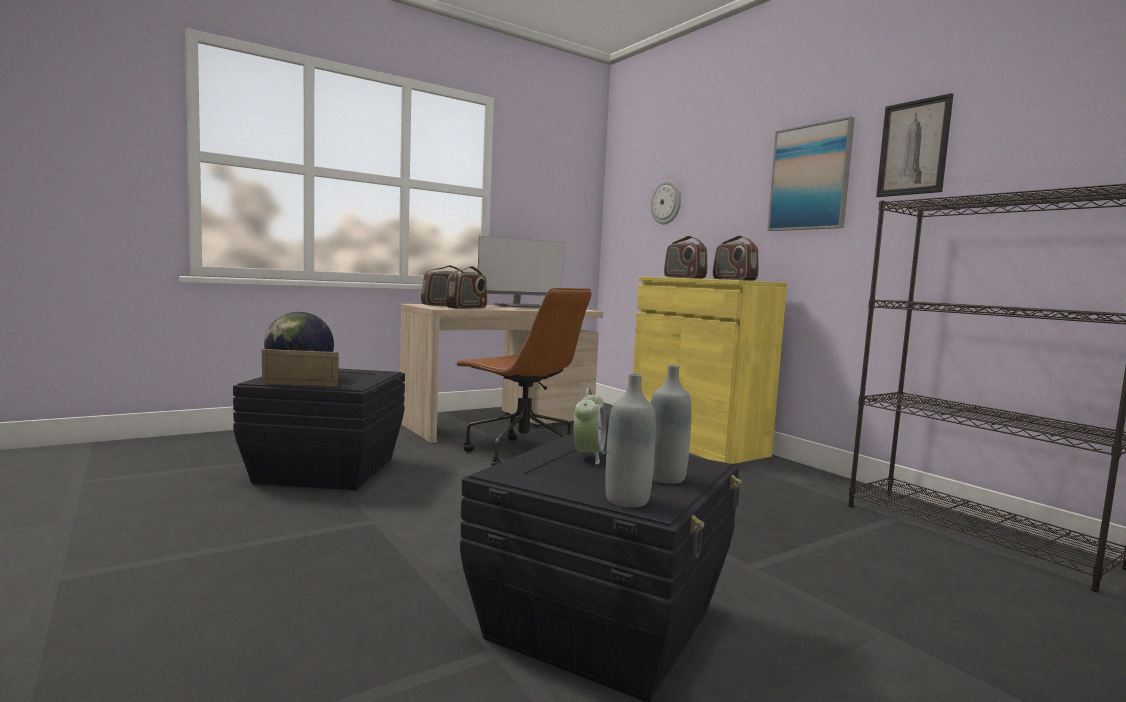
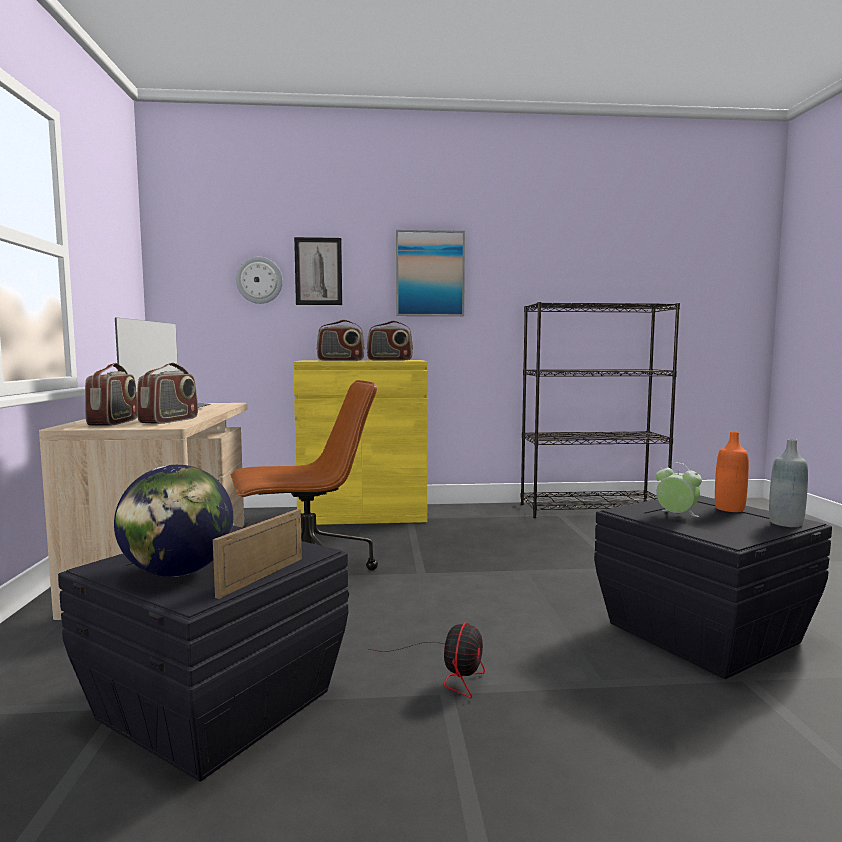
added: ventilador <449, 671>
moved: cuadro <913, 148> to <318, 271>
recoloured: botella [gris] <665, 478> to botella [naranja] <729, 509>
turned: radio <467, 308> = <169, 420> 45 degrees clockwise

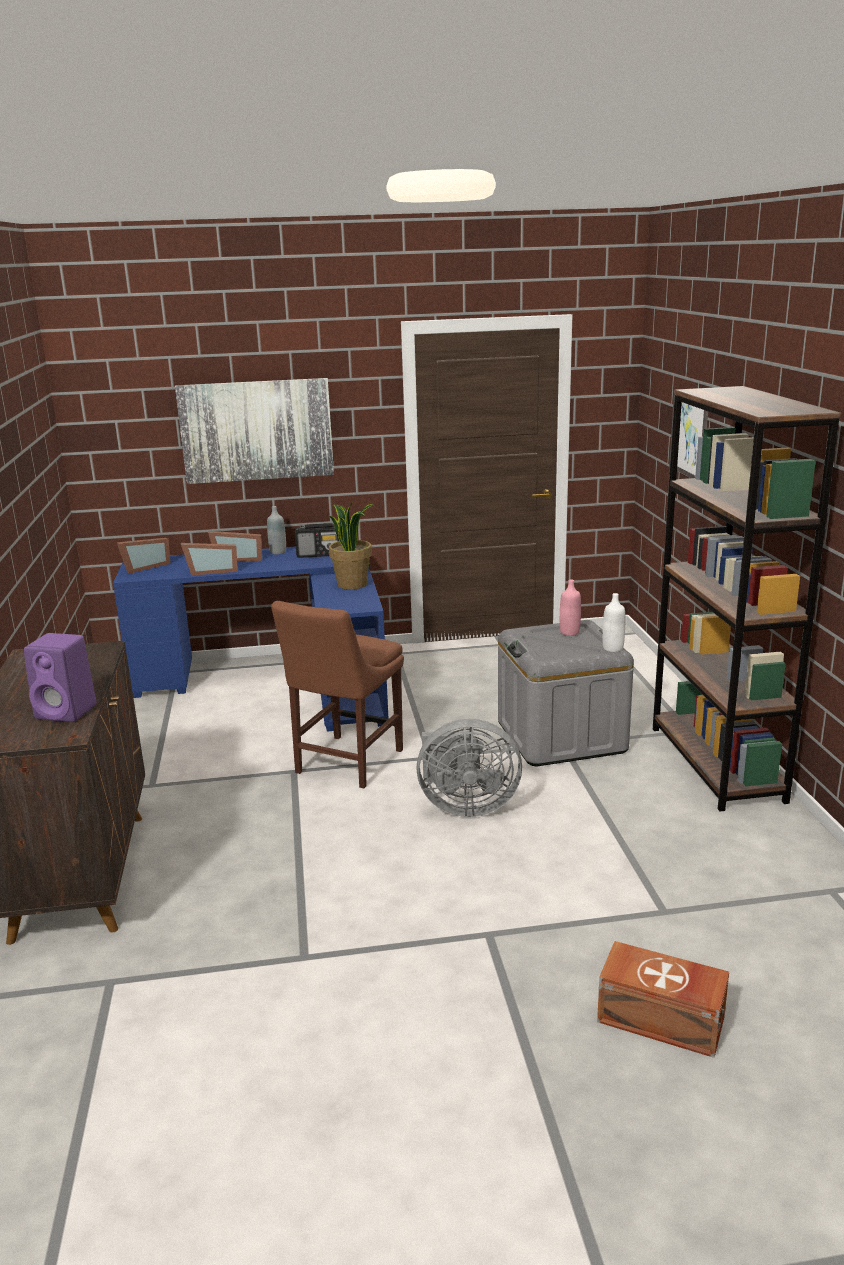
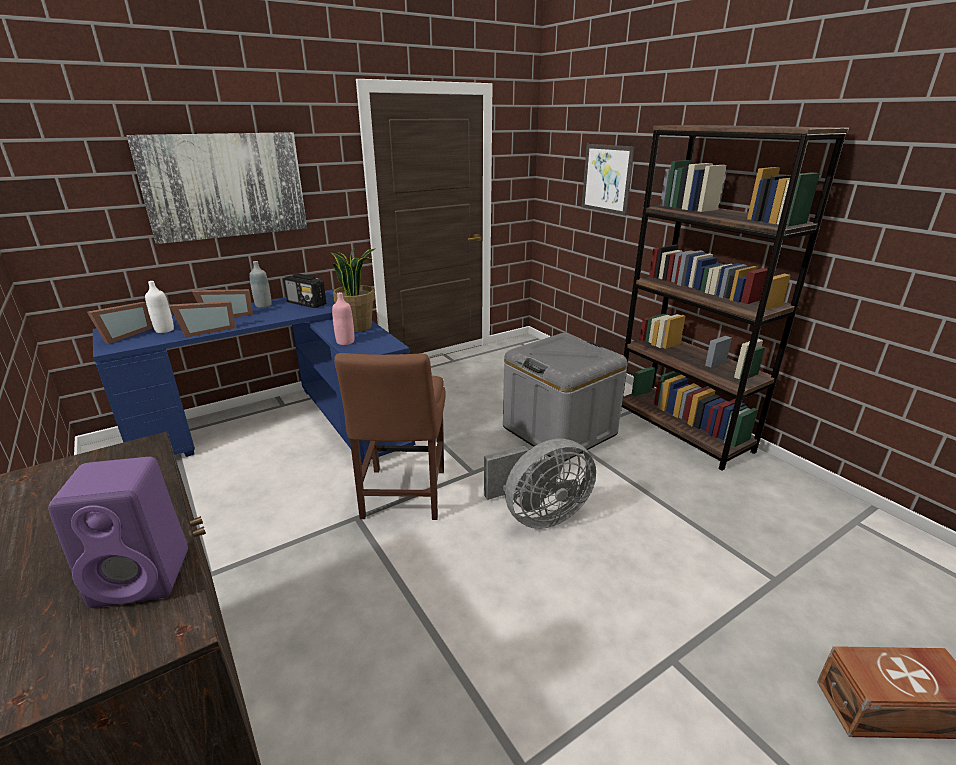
moved: botella [blanco] <612, 648> to <164, 330>; botella [rosa] <569, 632> to <345, 342>
turned: radio <319, 555> = <307, 303> 60 degrees clockwise

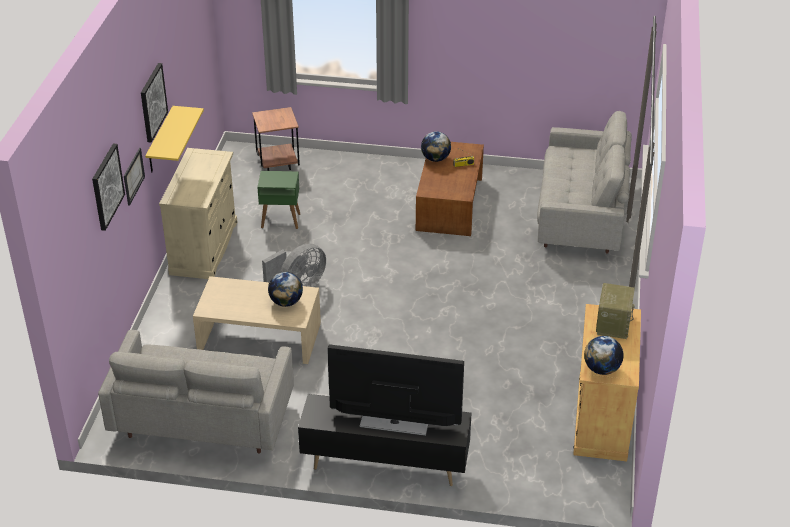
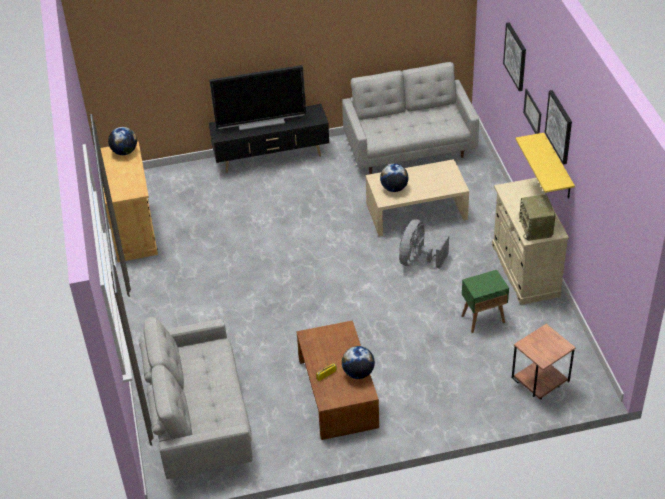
moved: radio <613, 324> to <536, 229>

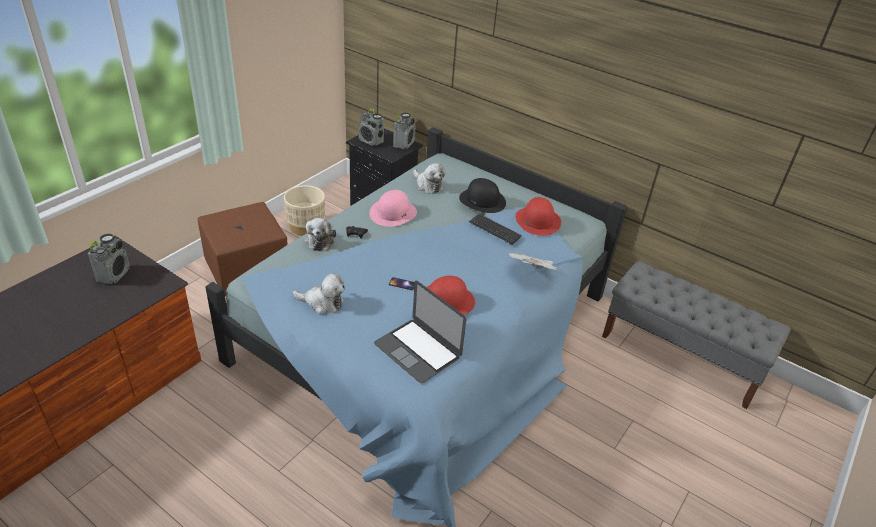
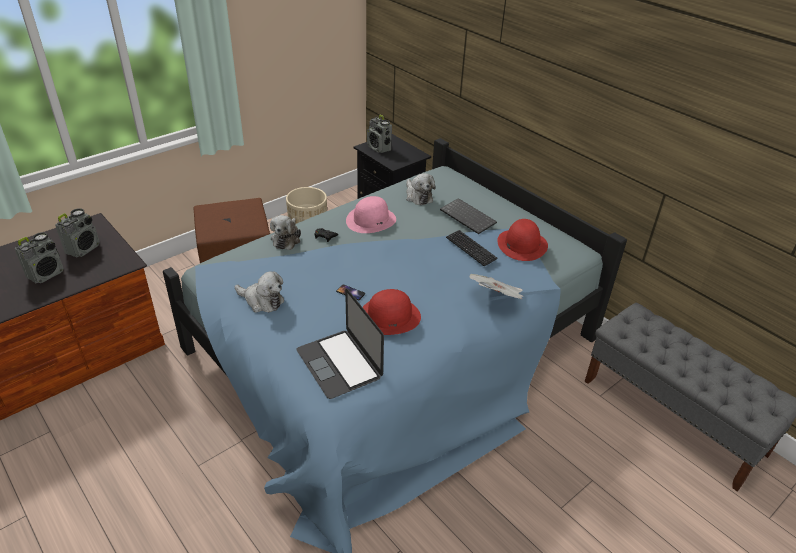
moved: radio <404, 144> to <46, 274>
replaced: sombrero [negro] <482, 200> to teclado <469, 217>

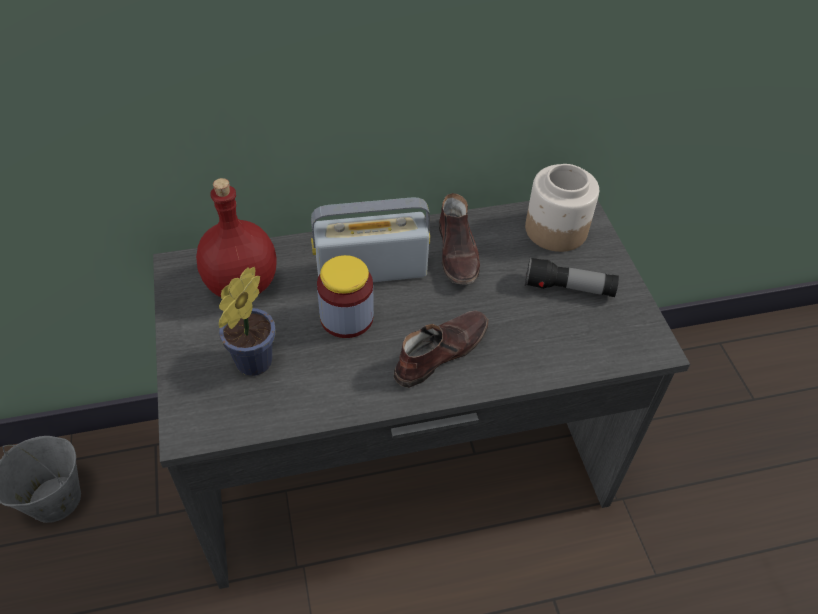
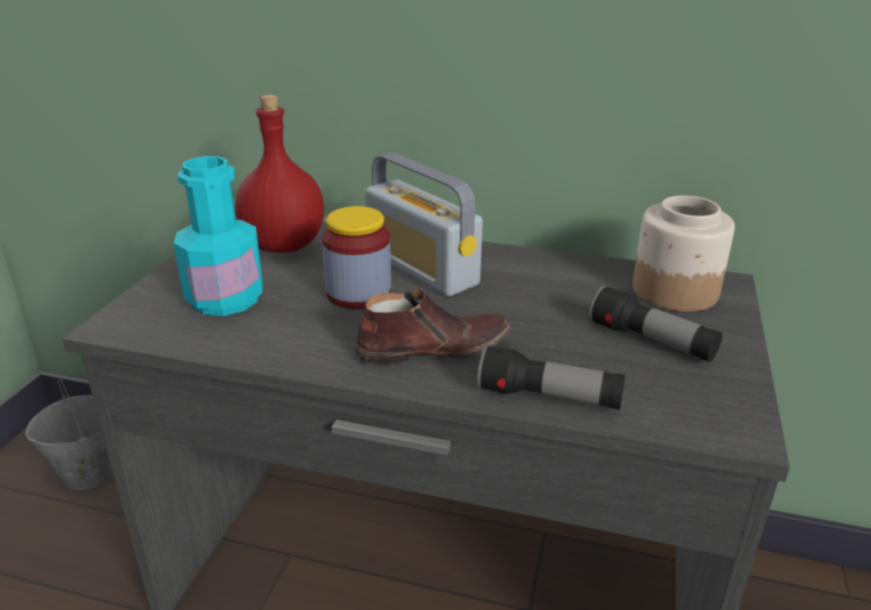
removed: zapato [marrón] <458, 253>
added: linterna <549, 398>
replaced: planta en maceta <250, 365> to botella [turquesa] <225, 299>
turned: radio <371, 270> = <421, 268> 150 degrees counterclockwise

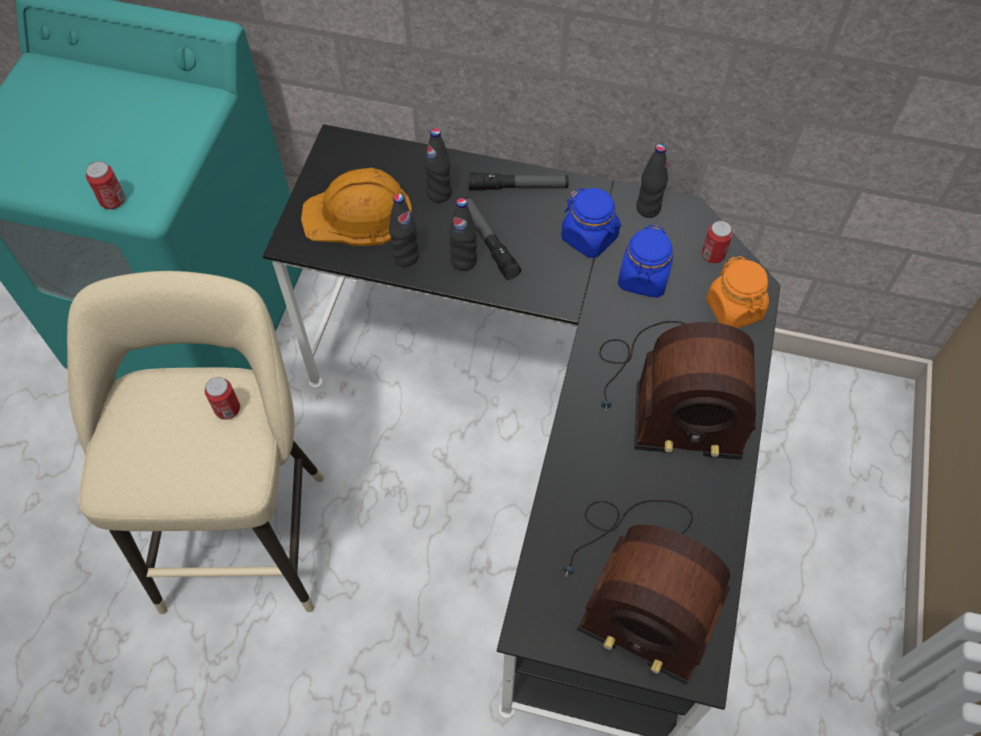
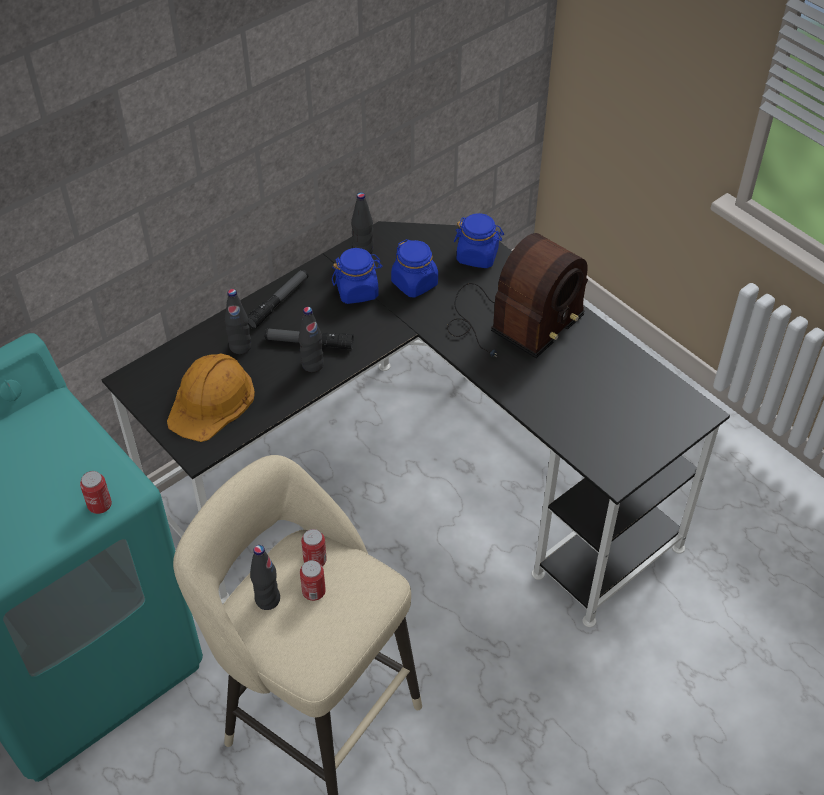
removed: radio <639, 585>
moved: botella [negro] <406, 257> to <267, 599>; lata <712, 255> to <314, 592>
recoloured: tarro [naranja] <734, 309> to tarro [azul] <477, 256>

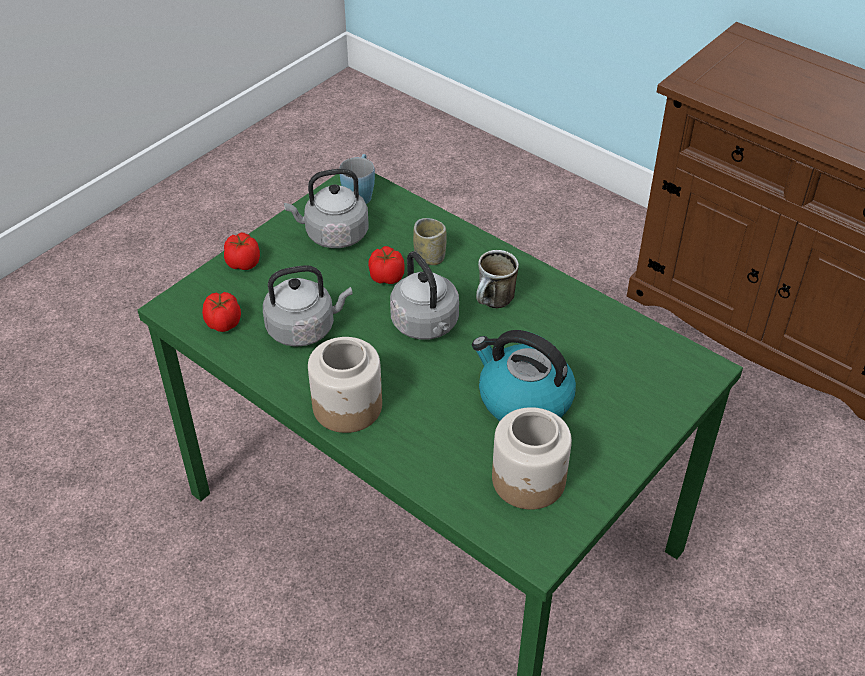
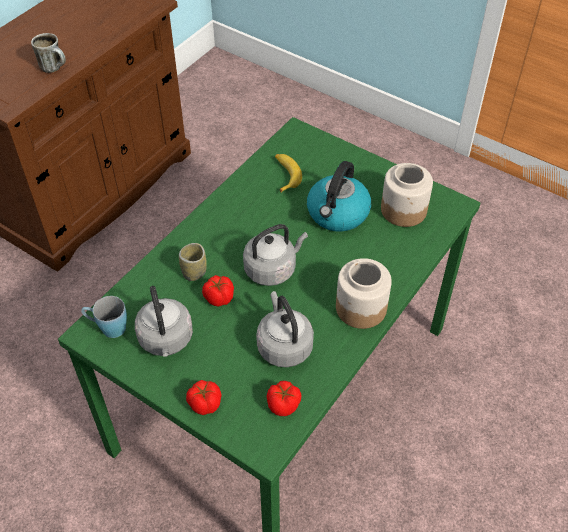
added: plátano <285, 175>
moved: taza grande <494, 304> to <55, 68>

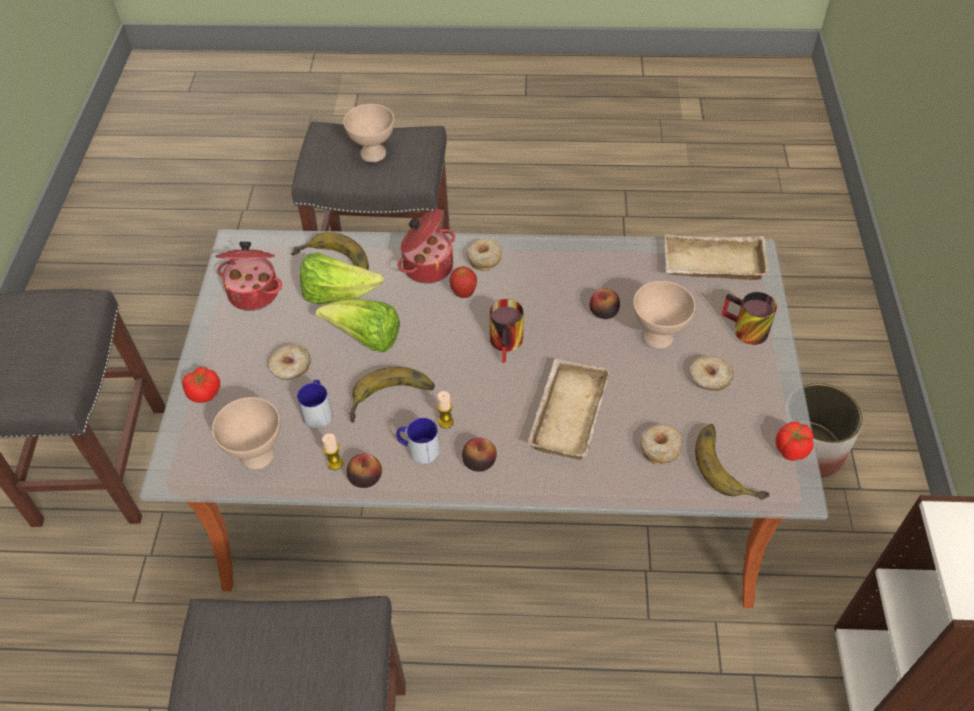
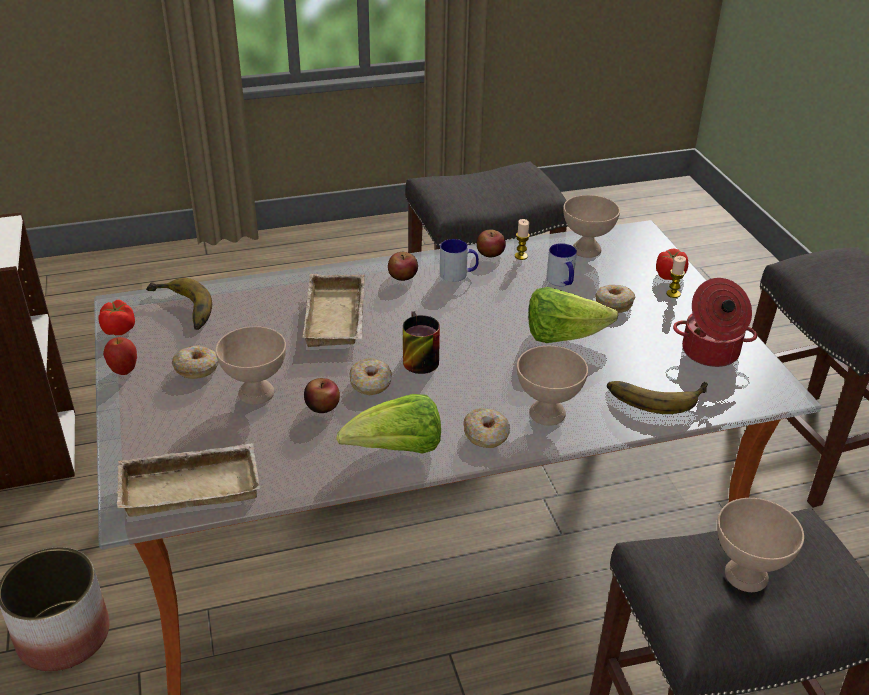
removed: plátano <392, 401>; taza grande <744, 330>
moved: manzana <463, 293> to <124, 371>; lechuga <338, 294> to <397, 450>; rosquilla <659, 448> to <371, 383>; vela <446, 422> to <673, 294>
replaced: olla <427, 266> to cuenco [beis] <548, 413>

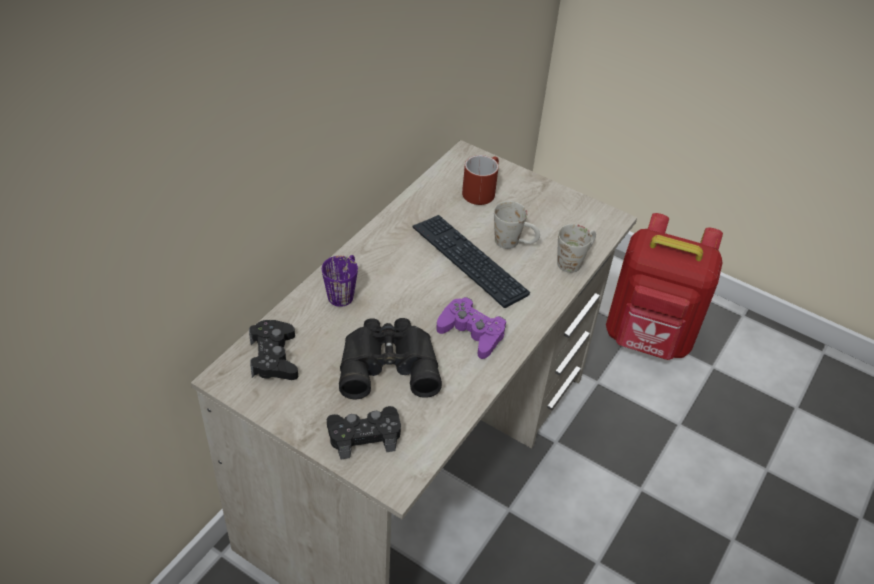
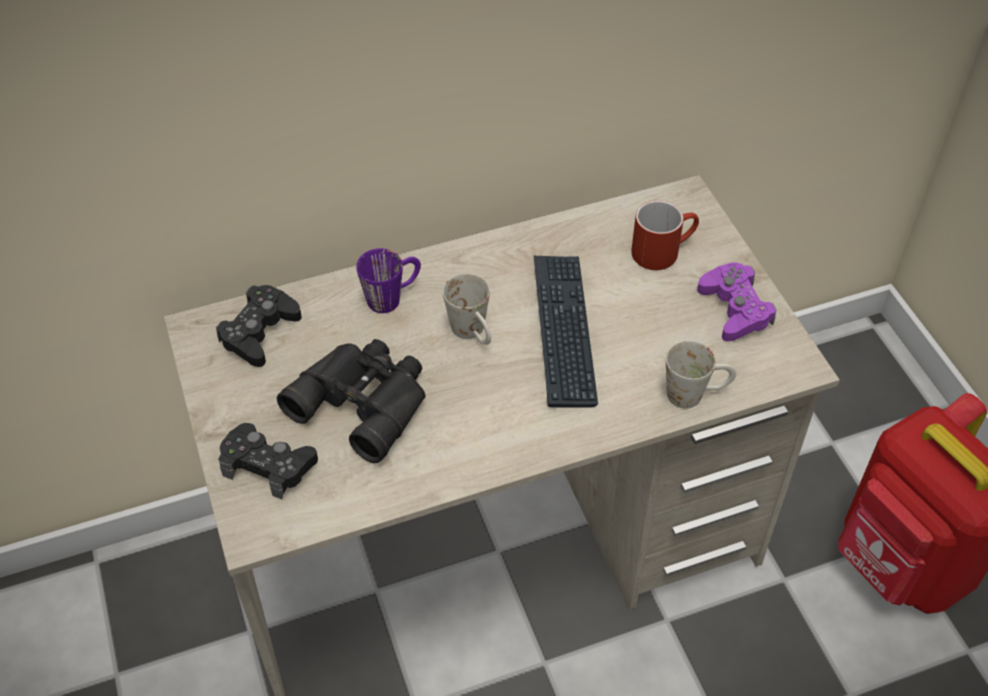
moved: taza grande [blanco] <514, 243> to <473, 334>; mando de consola [morado] <471, 333> to <735, 309>

